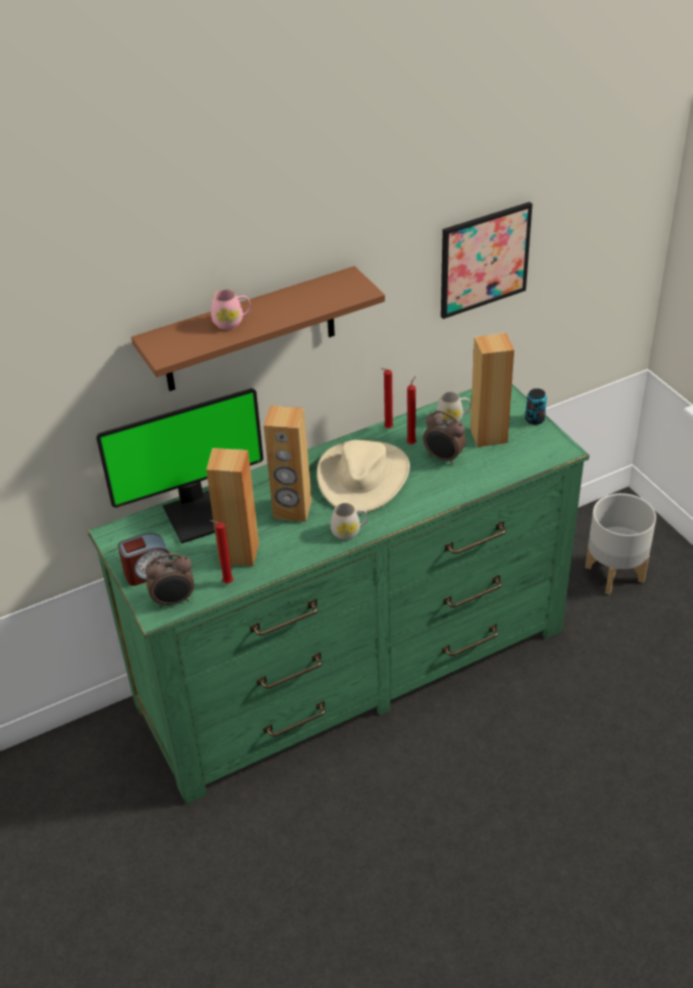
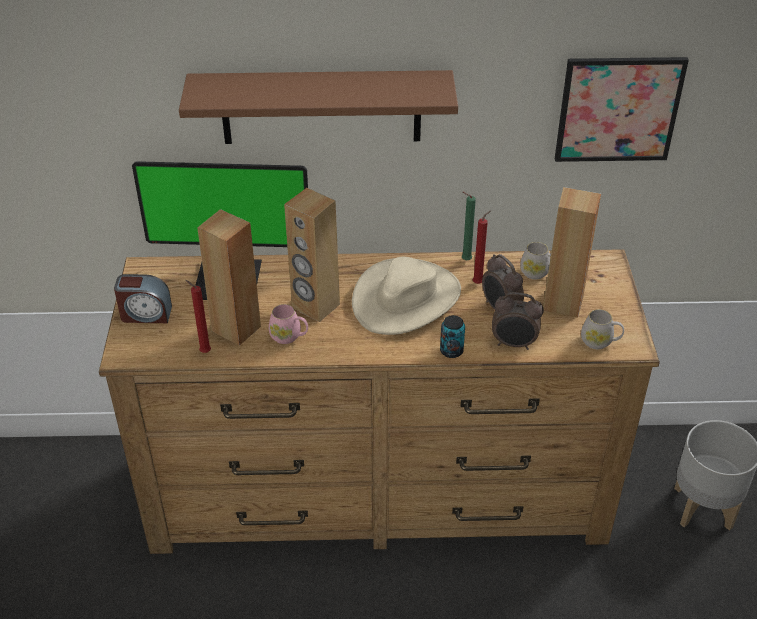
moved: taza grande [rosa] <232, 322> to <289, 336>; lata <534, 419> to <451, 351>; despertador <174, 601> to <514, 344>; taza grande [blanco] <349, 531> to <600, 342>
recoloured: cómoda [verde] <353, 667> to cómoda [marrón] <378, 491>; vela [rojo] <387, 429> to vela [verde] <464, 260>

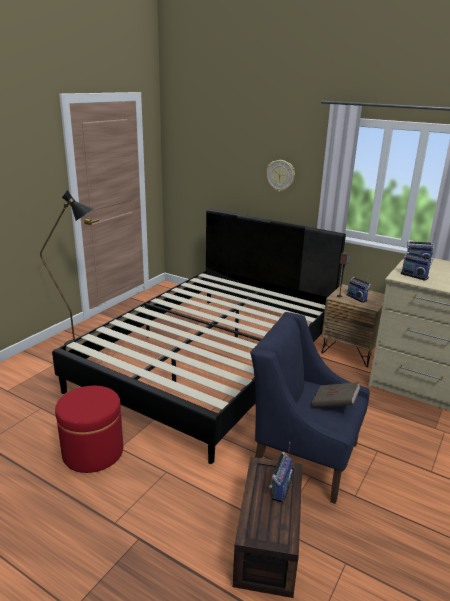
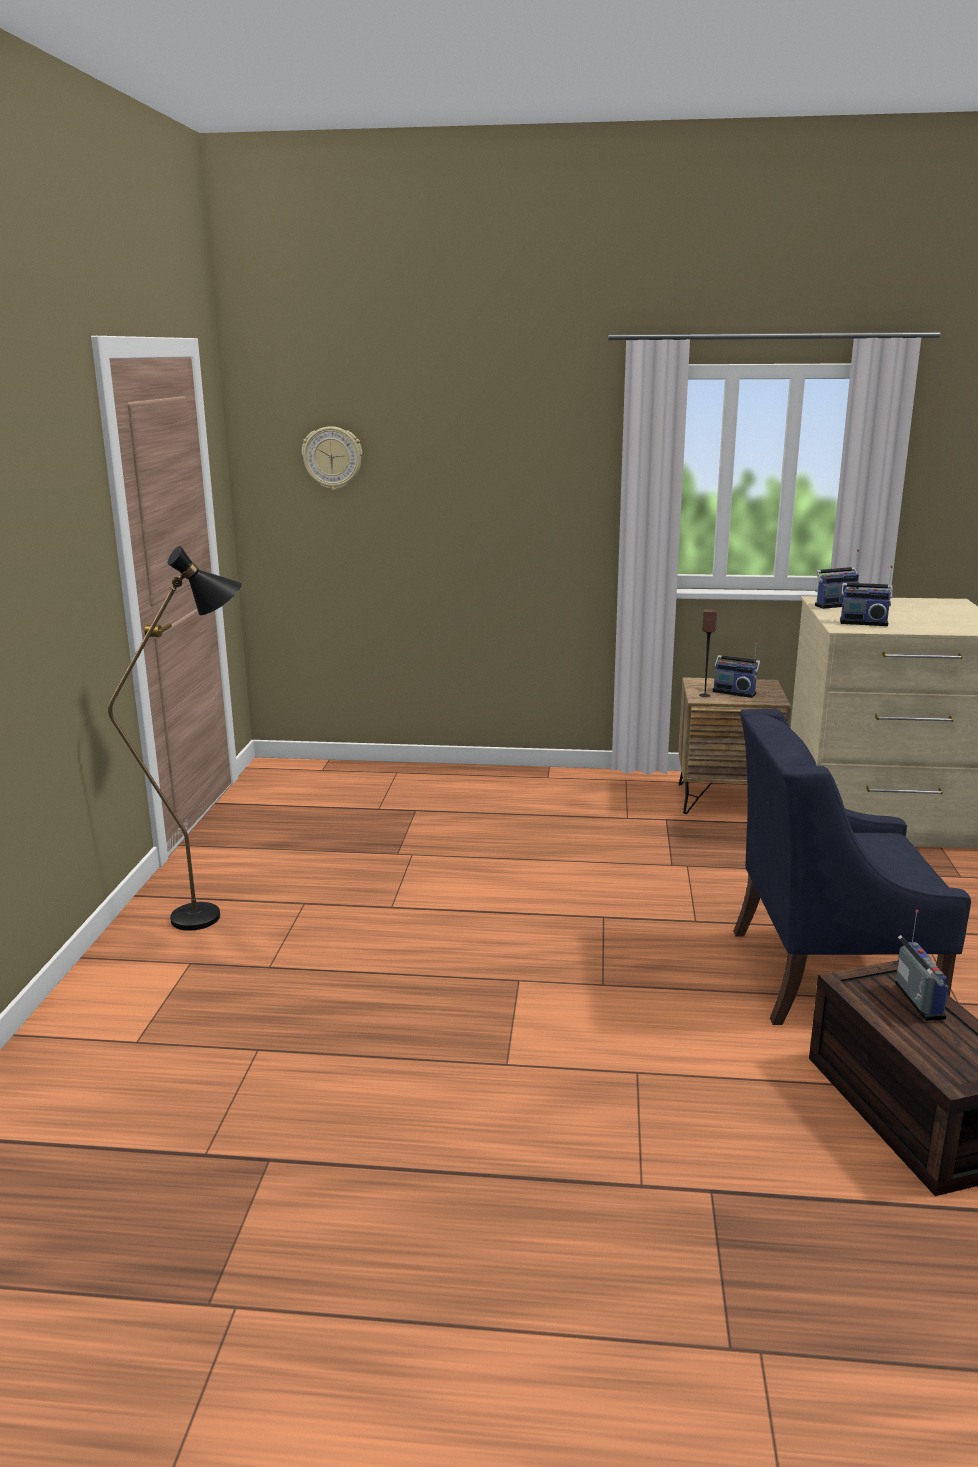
removed: cama [negro] <211, 361>; puf [rojo] <93, 452>; libro [marrón] <334, 404>
moved: reloj de pared <280, 175> to <332, 458>

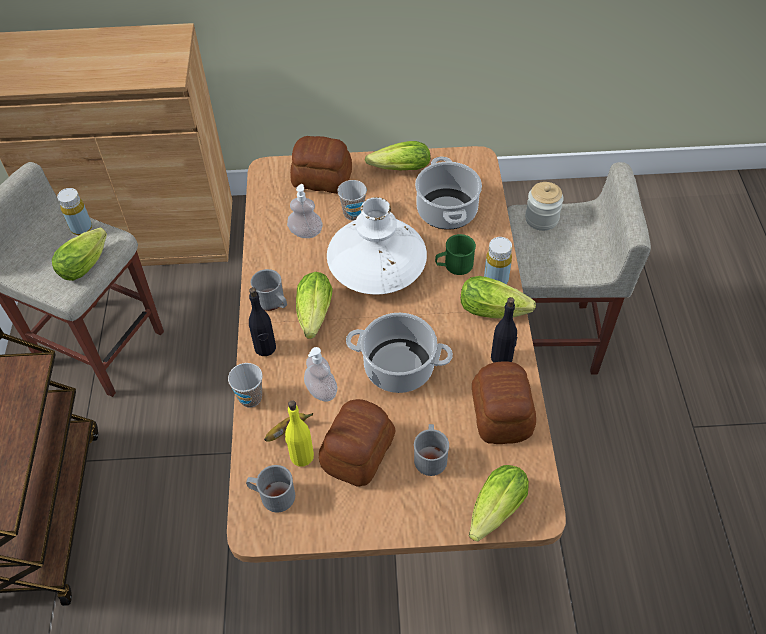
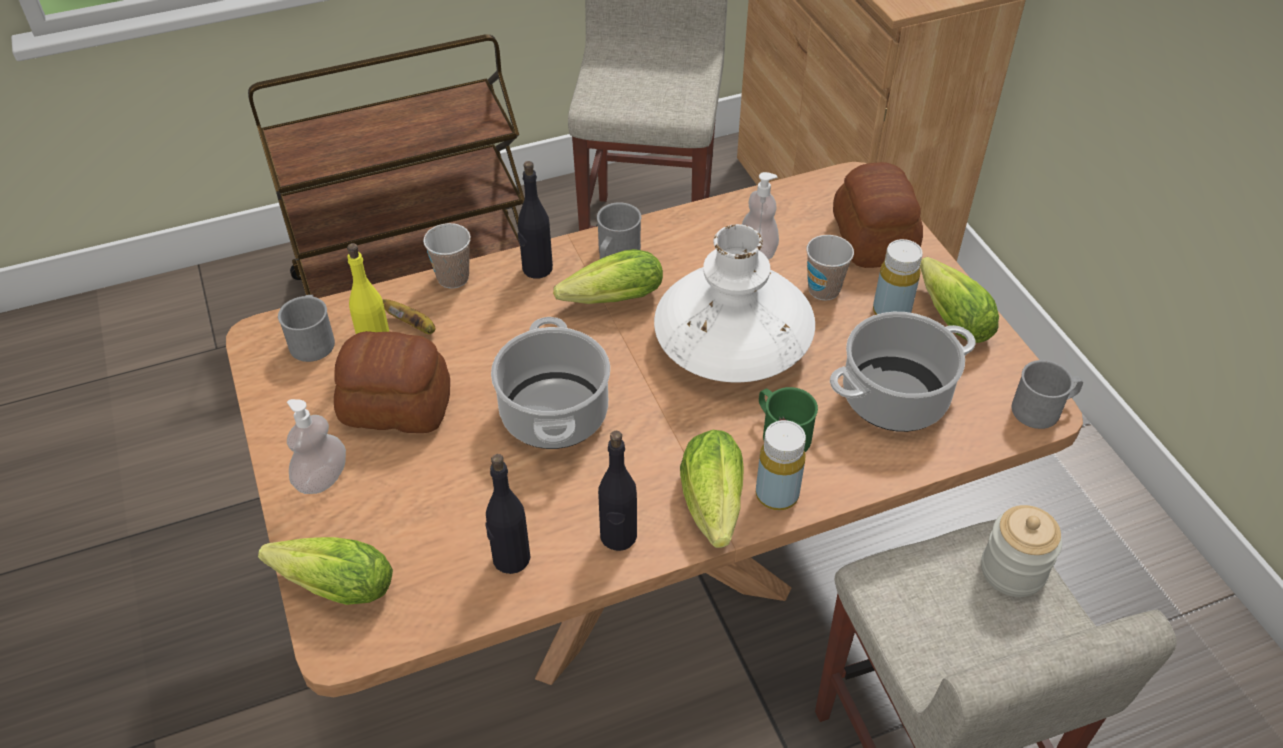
removed: lechuga <86, 262>
moved: dispensador de jabón <321, 391> to <322, 478>; botella [amarillo] <81, 228> to <891, 311>; taza grande [gris] <430, 455> to <1043, 409>
replaced: pan <502, 413> to botella [negro] <510, 558>

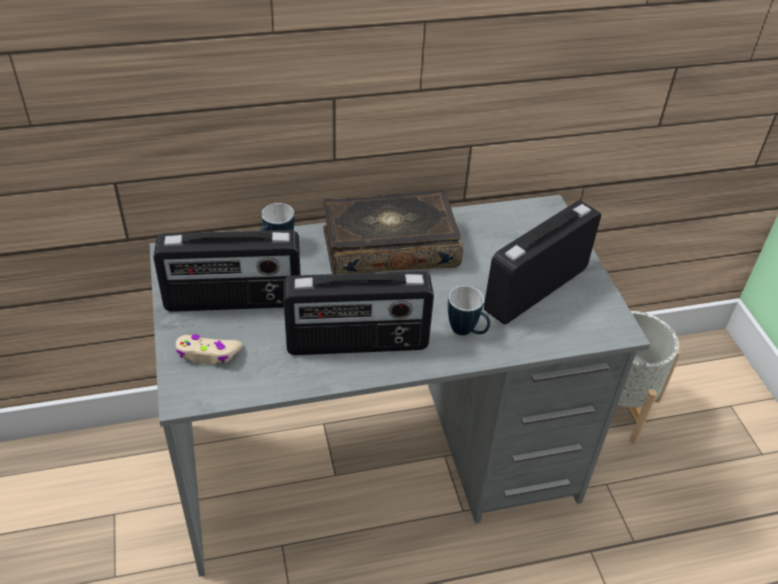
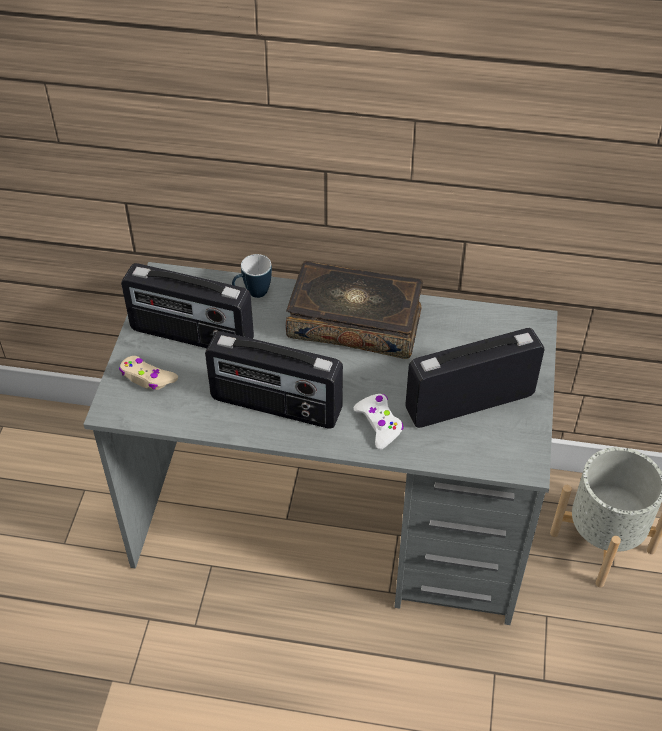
replaced: taza grande <467, 332> to mando de consola [blanco] <379, 424>

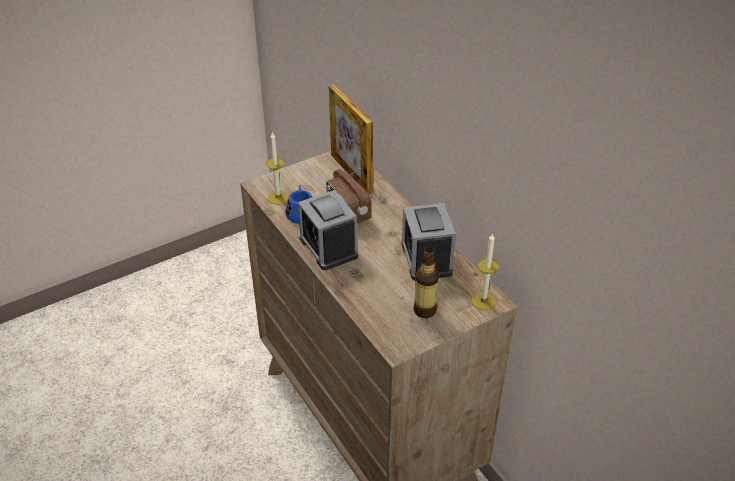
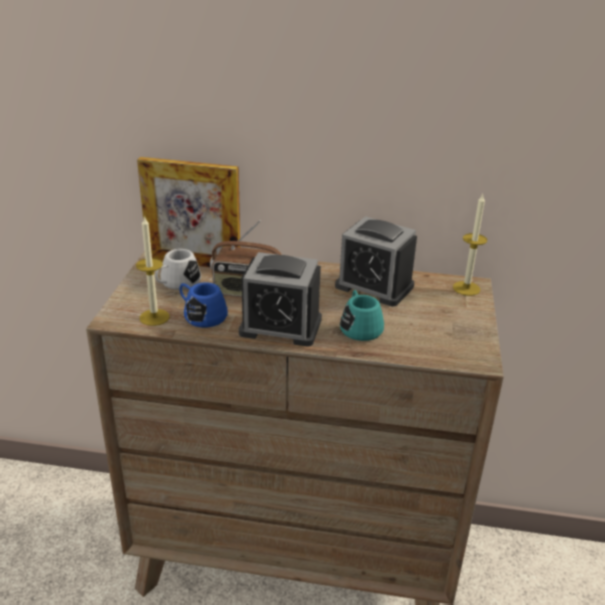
removed: botella <424, 310>
added: taza grande [blanco] <176, 283>; taza grande [turquesa] <359, 327>

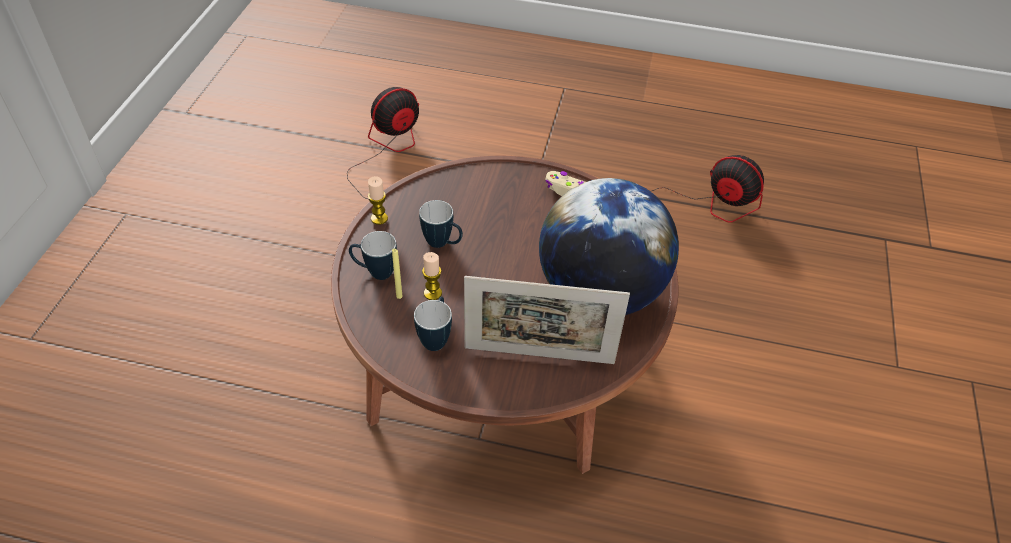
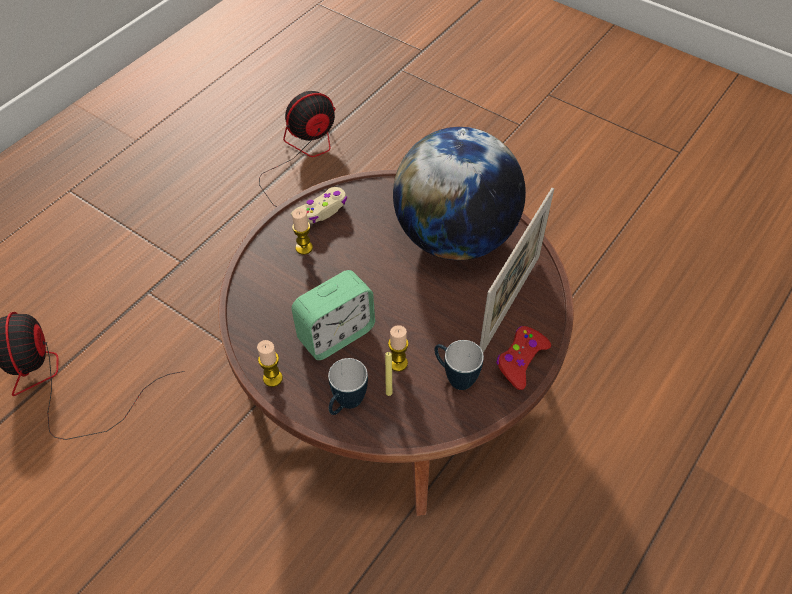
added: vela <304, 248>; mando de consola [rojo] <521, 360>
replaced: taza grande <443, 244> to despertador <336, 334>

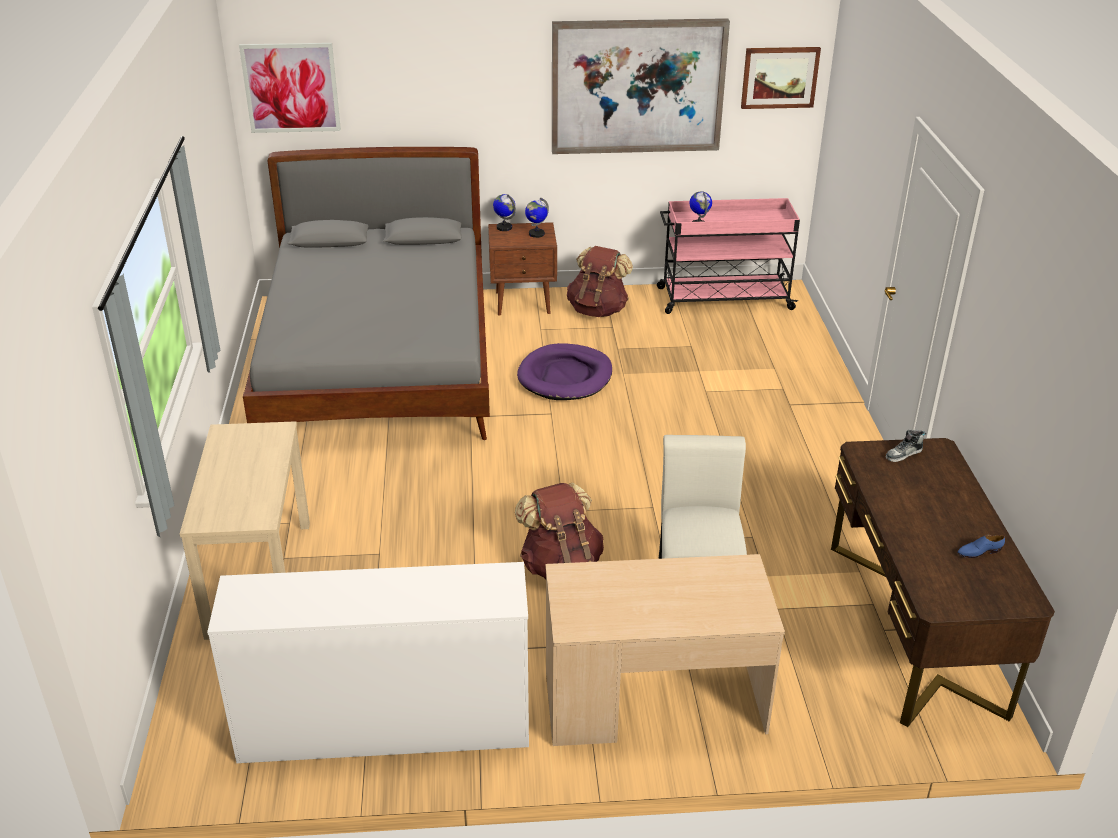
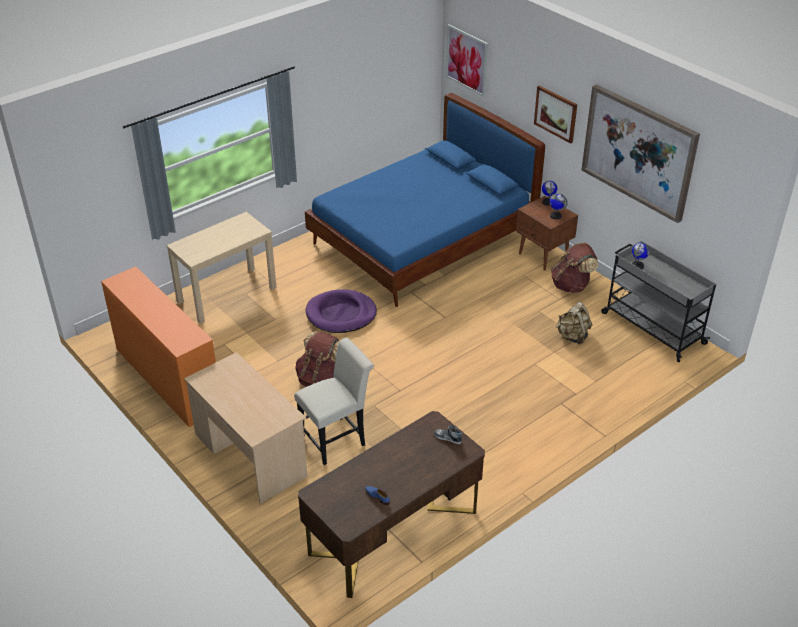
added: mochila [beis] <572, 336>
moved: cama para perro [morado] <565, 376> to <341, 314>; cuadro <779, 77> to <556, 114>
recoloured: cómoda [blanco] <384, 726> to cómoda [naranja] <168, 378>; cama [gris] <380, 365> to cama [azul] <422, 241>; carrito [rosa] <723, 299> to carrito [gris] <651, 327>

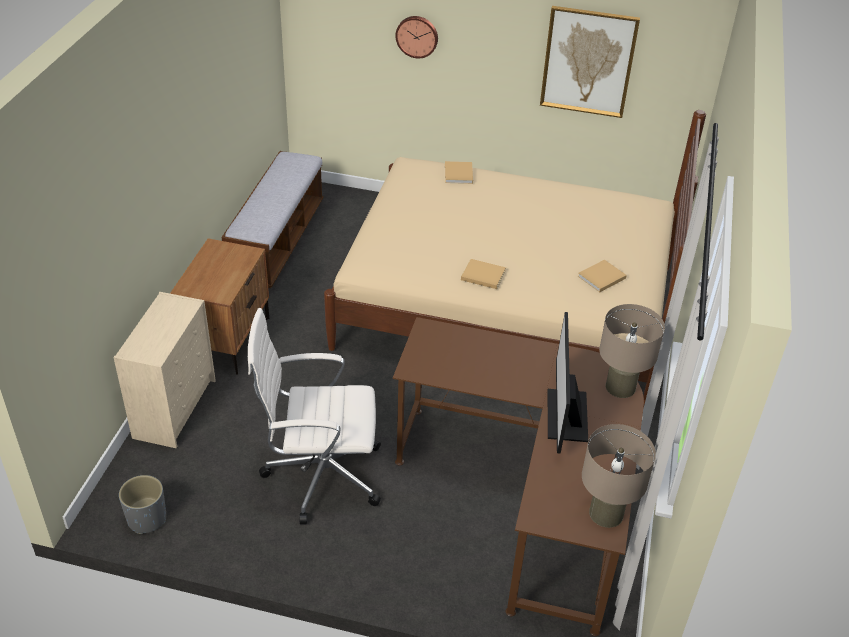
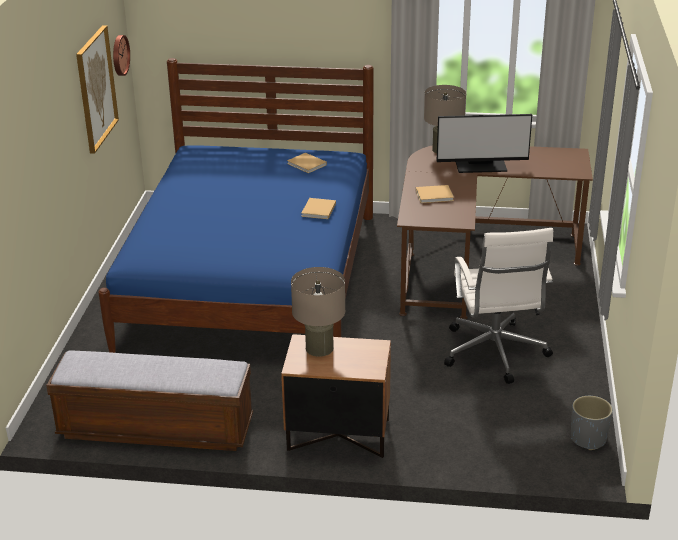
removed: cómoda [beis] <175, 407>
moved: reloj de pared <417, 36> to <119, 55>; lámpara de mesa [beis] <606, 513> to <319, 348>; libro [beis] <458, 174> to <435, 195>
recoloured: cama [beis] <506, 306> to cama [azul] <252, 279>

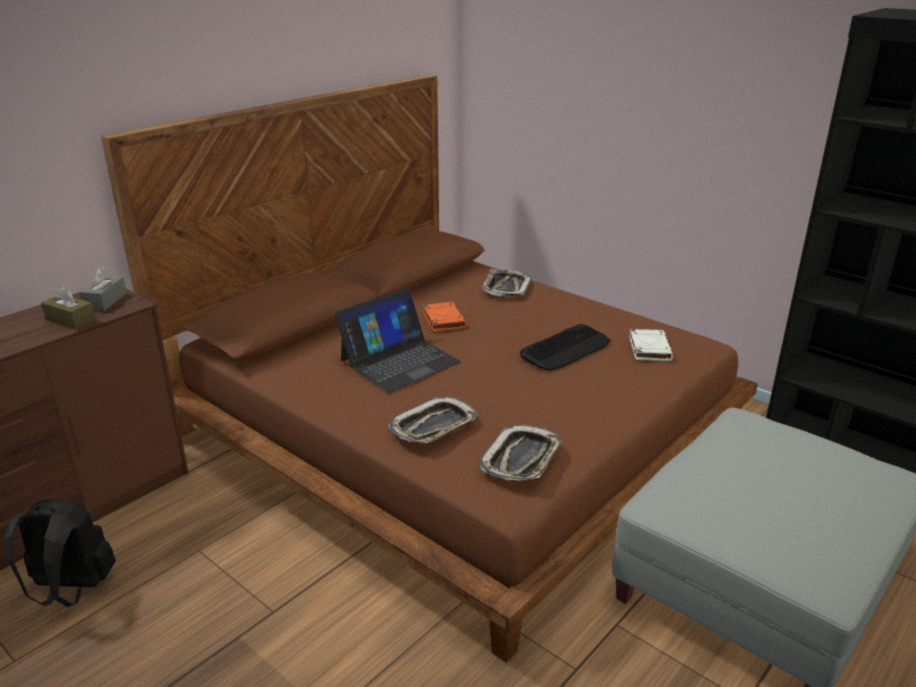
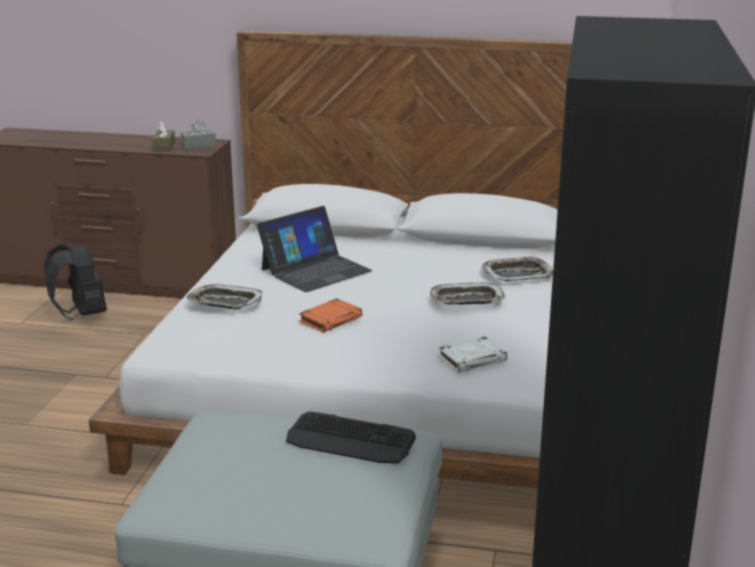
moved: teclado <566, 348> to <351, 440>; libro [naranja] <443, 320> to <331, 319>; bandeja <521, 459> to <466, 300>
recoloured: cama [marrón] <457, 433> to cama [blanco] <377, 378>
turned: portátil <399, 361> = <315, 270> 60 degrees counterclockwise

